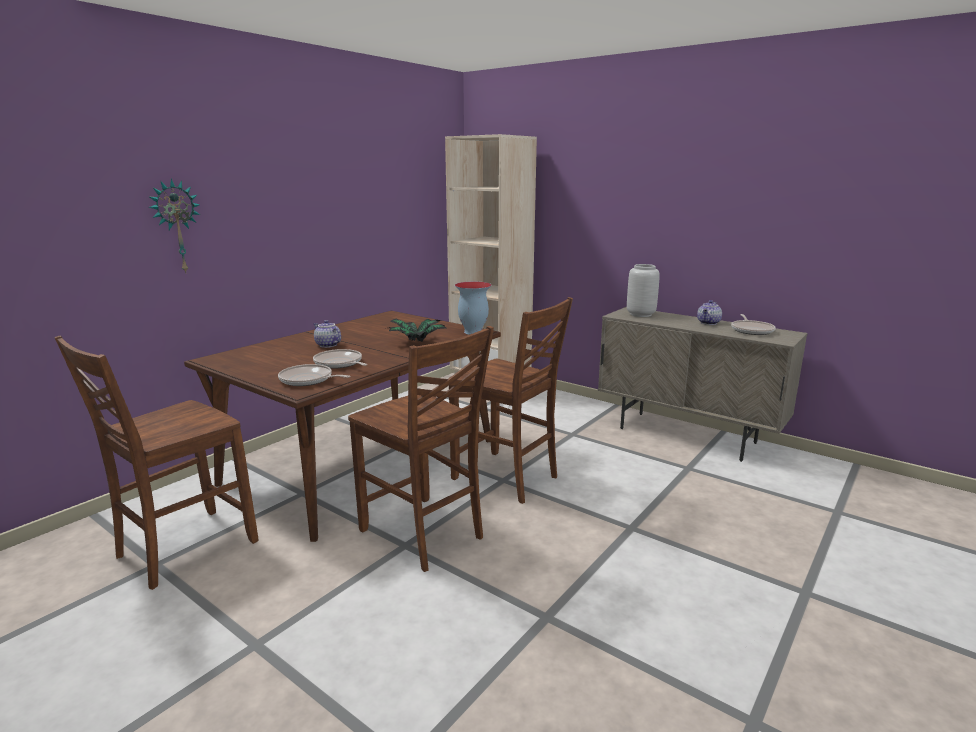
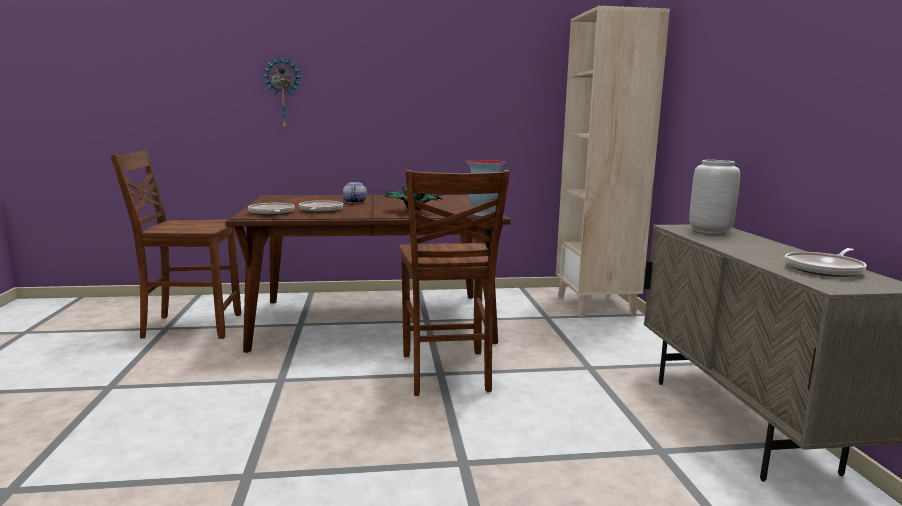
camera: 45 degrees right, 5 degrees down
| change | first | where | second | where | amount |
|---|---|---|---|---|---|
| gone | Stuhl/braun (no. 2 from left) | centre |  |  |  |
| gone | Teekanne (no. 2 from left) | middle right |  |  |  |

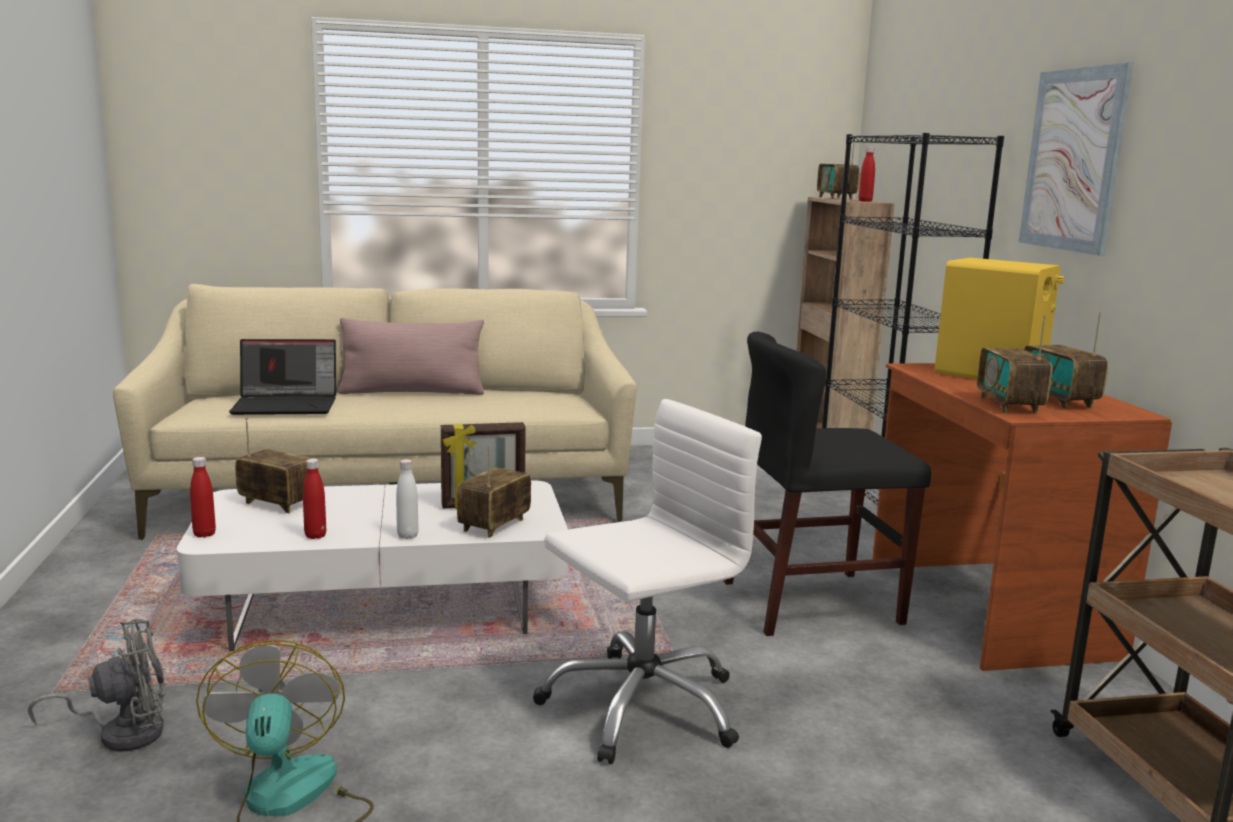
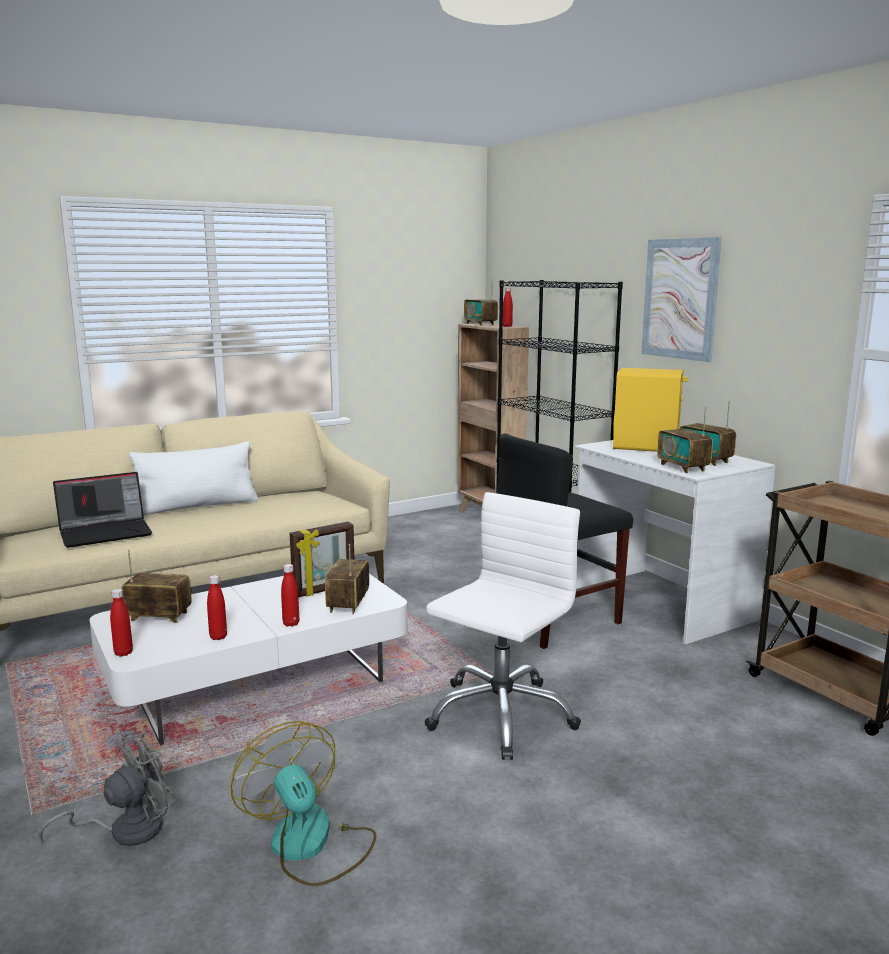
camera: 20 degrees left, 0 degrees up
| change | first | where | second | where | amount |
|---|---|---|---|---|---|
| repainted | Kissen/rosa | centre | Kissen/weiß | middle left |  |
| repainted | Flasche/weiß | middle left | Flasche/rot (no. 3 from left) | middle left |  |
| repainted | Schreibtisch/braun | middle right | Schreibtisch/weiß | middle right |  |

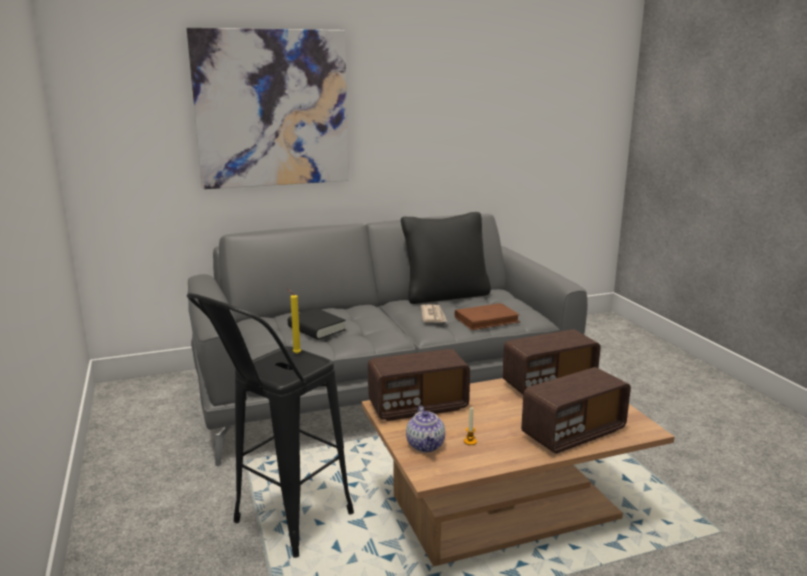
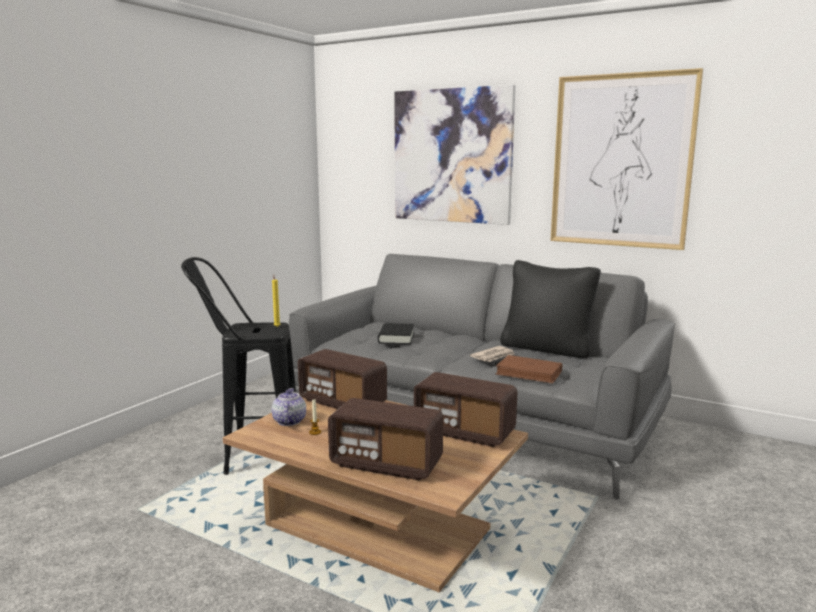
camera: 50 degrees right, 5 degrees down
| change | first | where | second | where | amount |
|---|---|---|---|---|---|
| rotated | Teekanne | bottom centre |  | centre | 135 degrees clockwise |
| new |  |  | Bild (no. 2 from left) | top right |  |

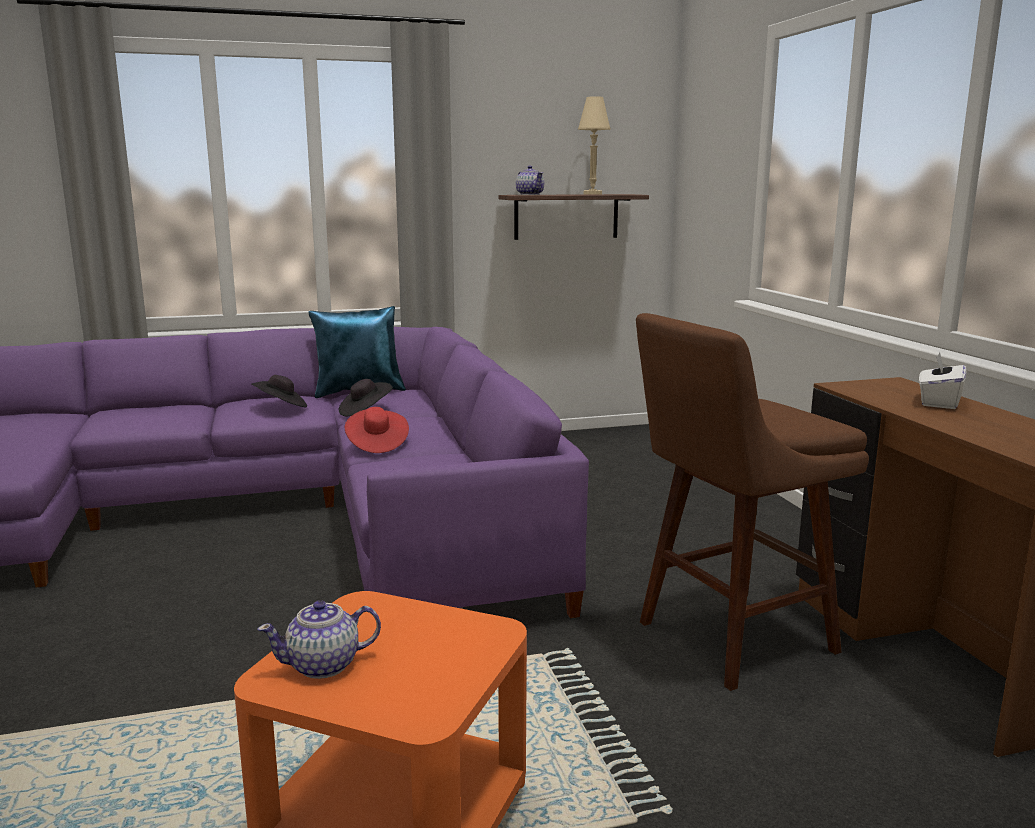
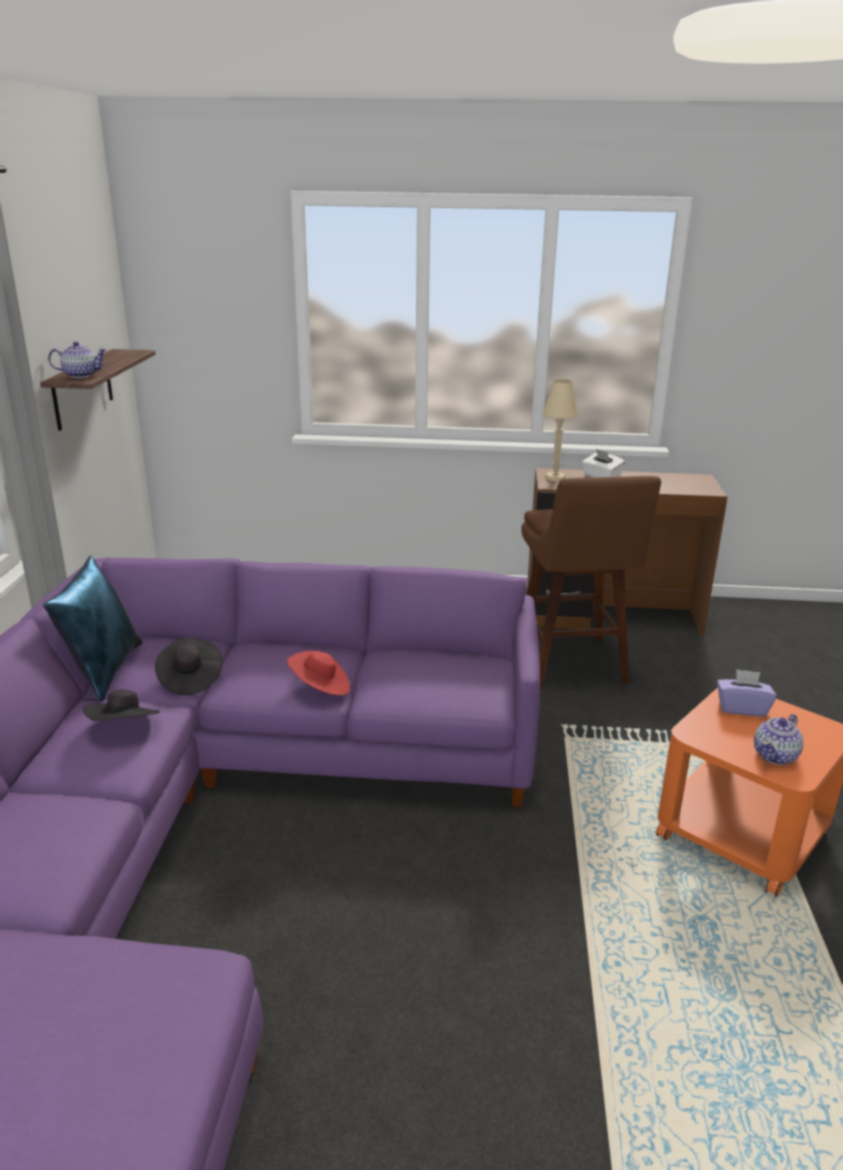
camera: 70 degrees left, 10 degrees up
| change | first | where | second | where | amount |
|---|---|---|---|---|---|
| rotated | Teekanne (no. 1 from left in the first image) | bottom left | Teekanne (no. 2 from left) | middle right | 45 degrees clockwise |
| shifted | Tischlampe/beige | top centre |  | centre |  |
| new |  |  | Taschentuchbox/lila | middle right |  |

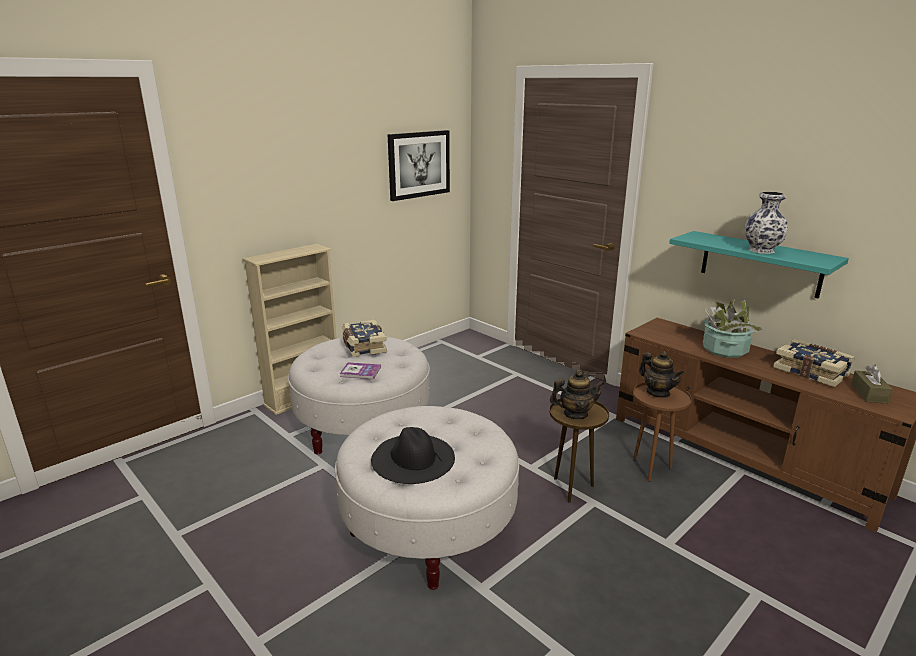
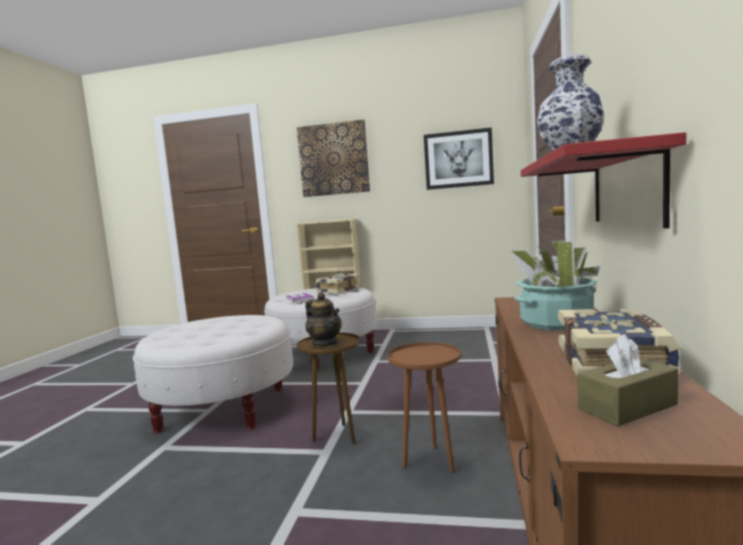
camera: 55 degrees right, 15 degrees down
| change | first | where | second | where | amount |
|---|---|---|---|---|---|
| gone | Hut/schwarz | bottom centre |  |  |  |
| gone | Teekanne (no. 2 from left) | middle right |  |  |  |
| repainted | Wandregal/türkis | middle right | Wandregal/rot | top right |  |
| new |  |  | Bild (no. 1 from left) | top centre |  |

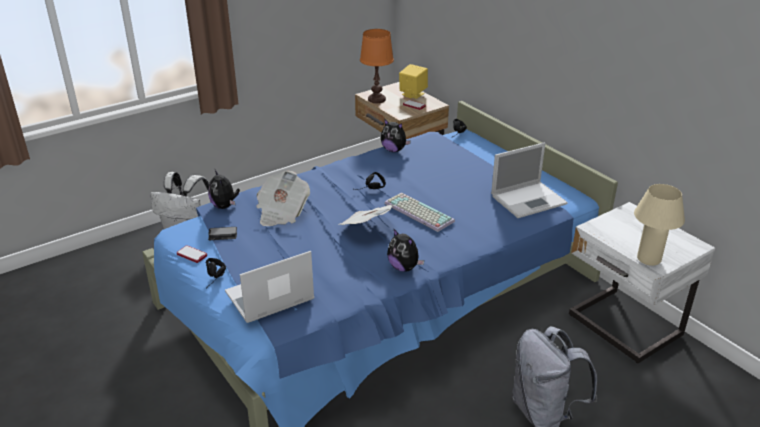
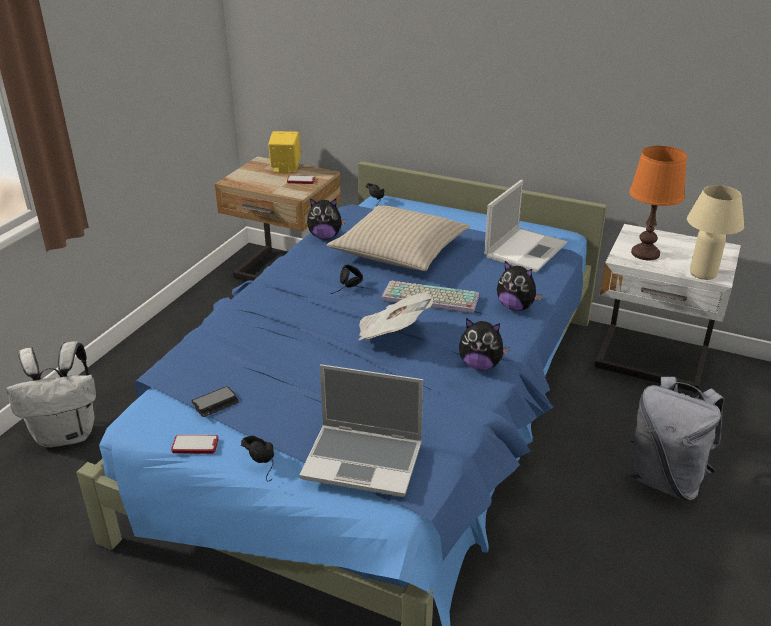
camera: 30 degrees left, 0 degrees up
| change | first | where | second | where | amount |
|---|---|---|---|---|---|
| shifted | Plüschtier (no. 1 from left in the first image) | middle left | Plüschtier (no. 3 from left) | middle right |  |
| rotated | Laptop (no. 1 from left) | bottom centre |  | bottom centre | 105 degrees counterclockwise |
| gone | Zeitung (no. 1 from left) | centre |  |  |  |
| shifted | Tischlampe/orange | top centre |  | top right |  |
| new |  |  | Kissen/beige | centre |  |

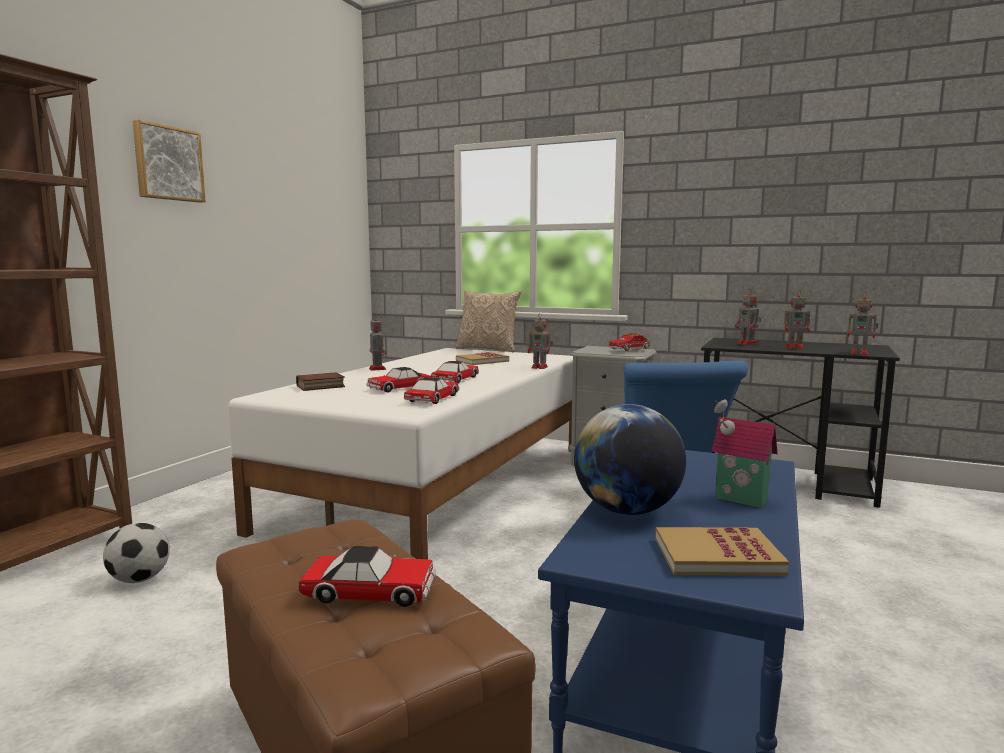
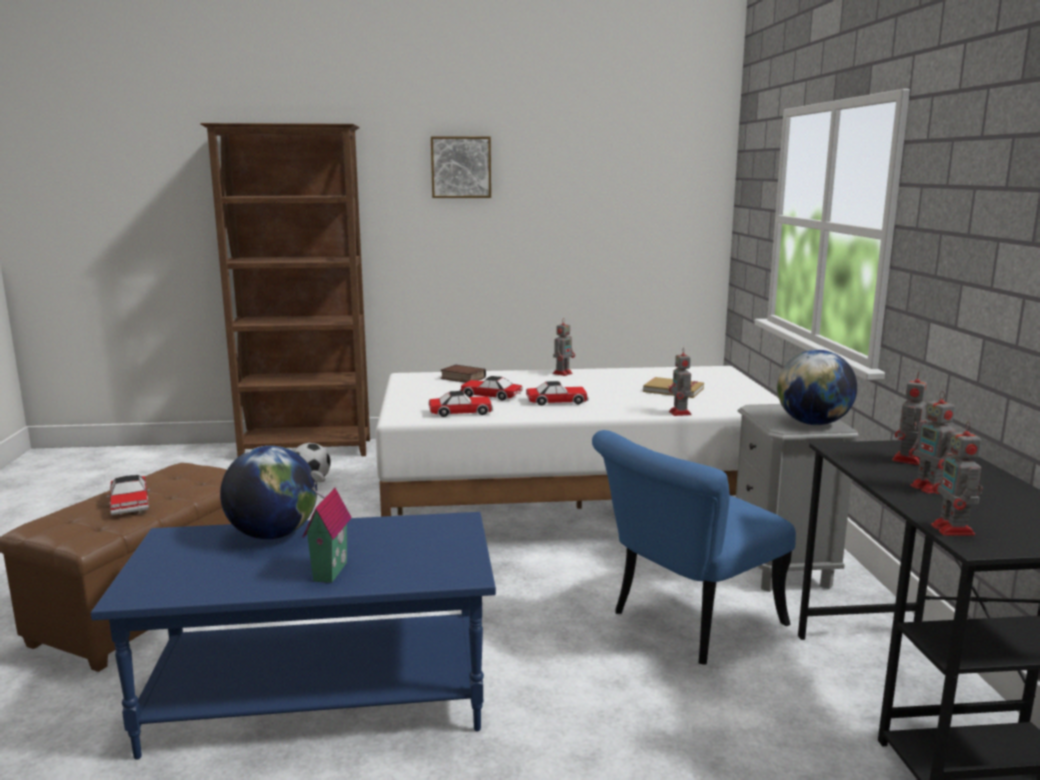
camera: 60 degrees right, 5 degrees up
| change | first | where | second | where | amount |
|---|---|---|---|---|---|
| gone | Kissen | centre |  |  |  |
| swapped | Spielzeuglaster | centre | Globus (no. 2 from left) | middle right |  |
| gone | Buch (no. 3 from left) | bottom right |  |  |  |

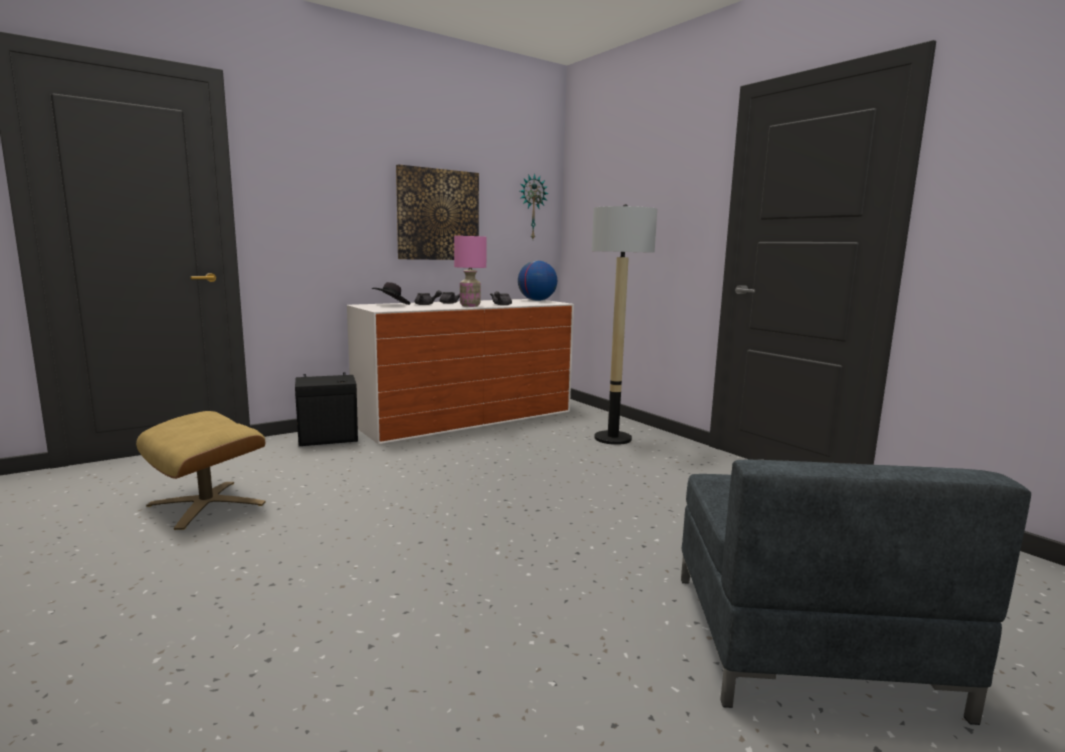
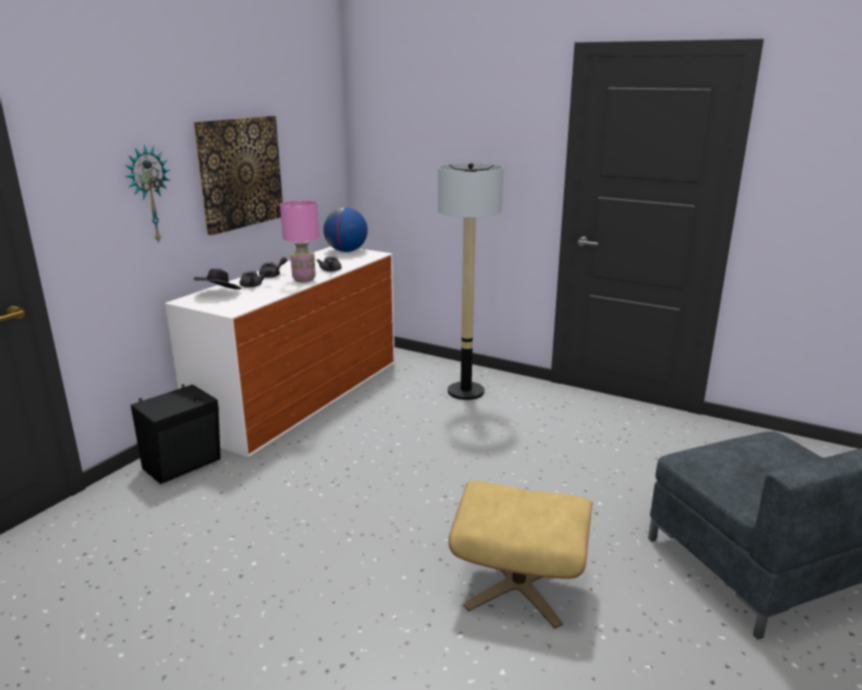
camera: 25 degrees left, 10 degrees up
| change | first | where | second | where | amount |
|---|---|---|---|---|---|
| shifted | Polsterhocker/beige | middle left |  | bottom centre |  |
| shifted | Wanduhr | top centre |  | top left |  |

